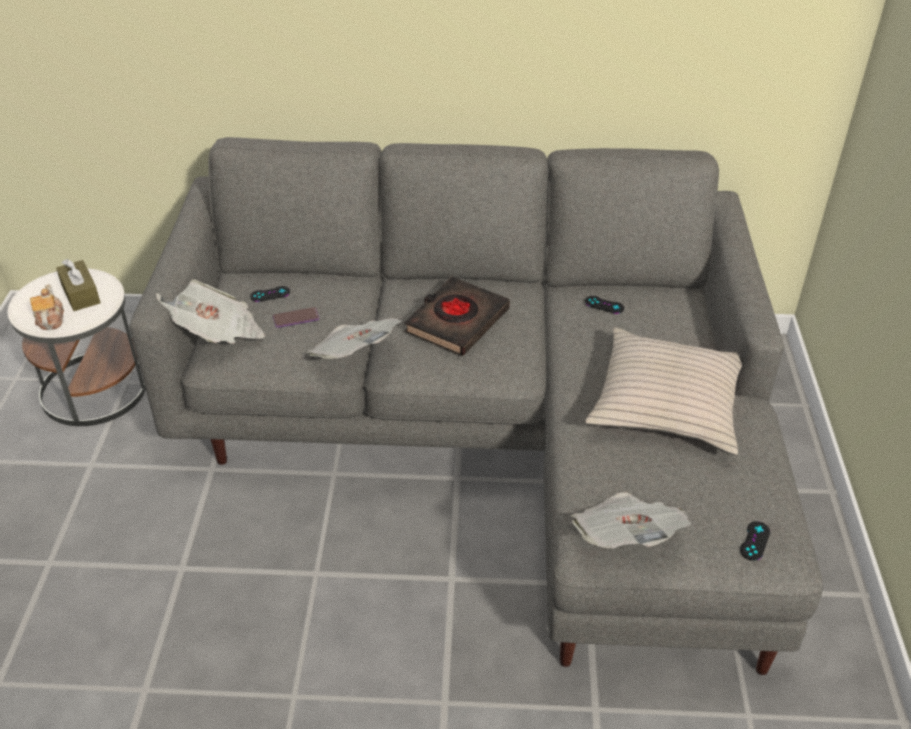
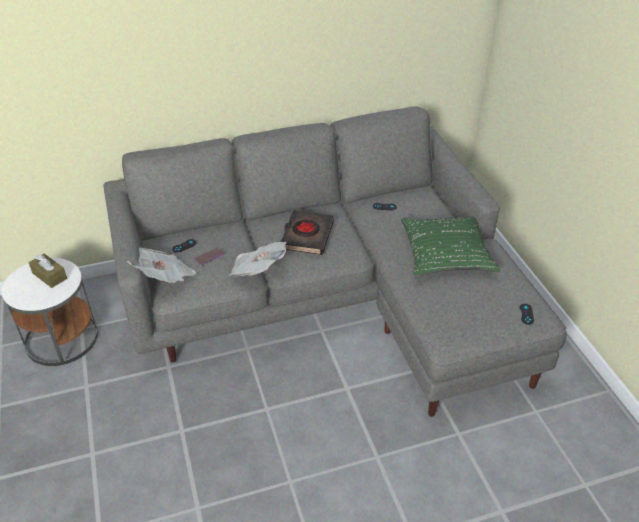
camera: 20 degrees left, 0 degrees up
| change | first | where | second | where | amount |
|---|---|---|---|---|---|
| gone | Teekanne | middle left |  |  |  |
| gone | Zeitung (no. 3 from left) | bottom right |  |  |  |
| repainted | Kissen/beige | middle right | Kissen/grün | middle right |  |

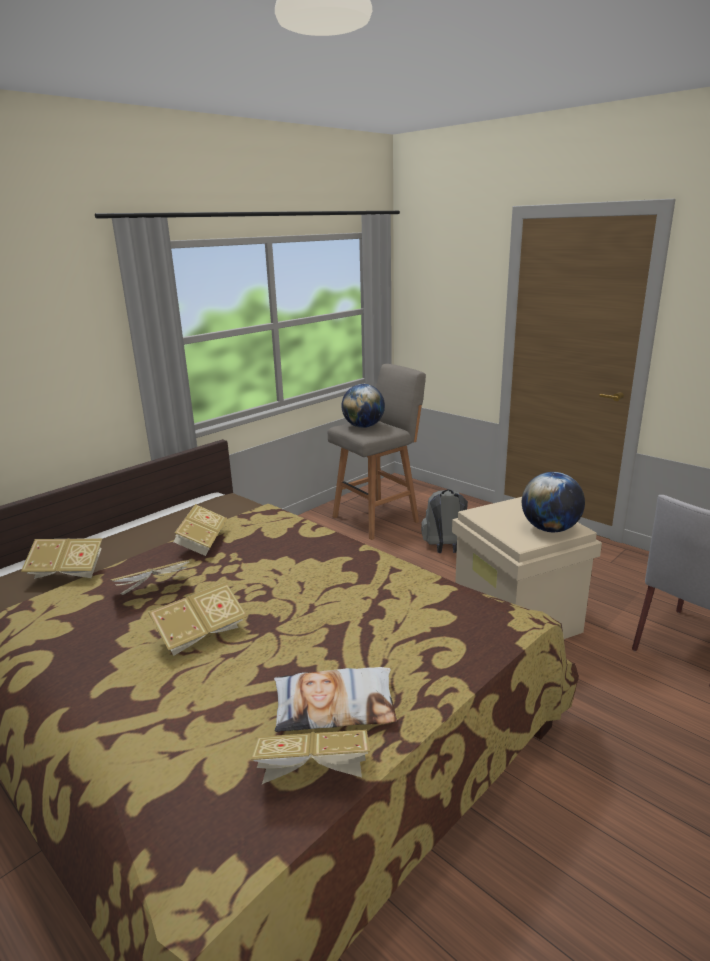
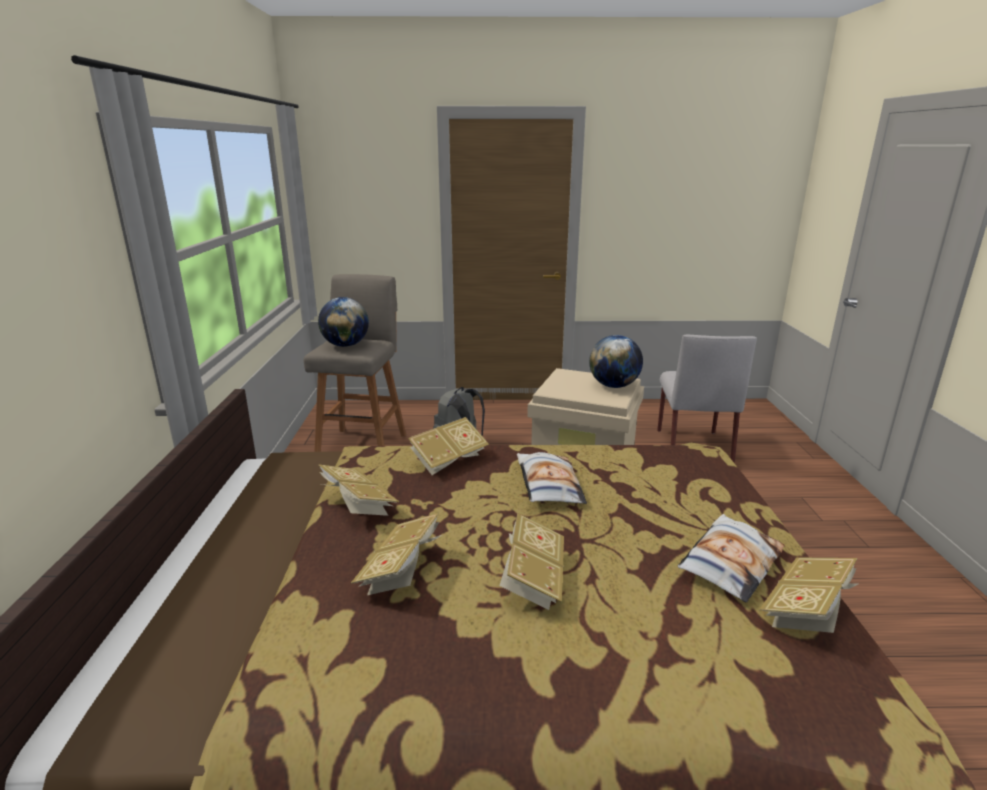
camera: 45 degrees left, 0 degrees up
| change | first | where | second | where | amount |
|---|---|---|---|---|---|
| shifted | Buch (no. 1 from left in the first image) | middle left | Buch (no. 3 from left) | centre |  |
| new |  |  | Kissen (no. 1 from left) | centre |  |

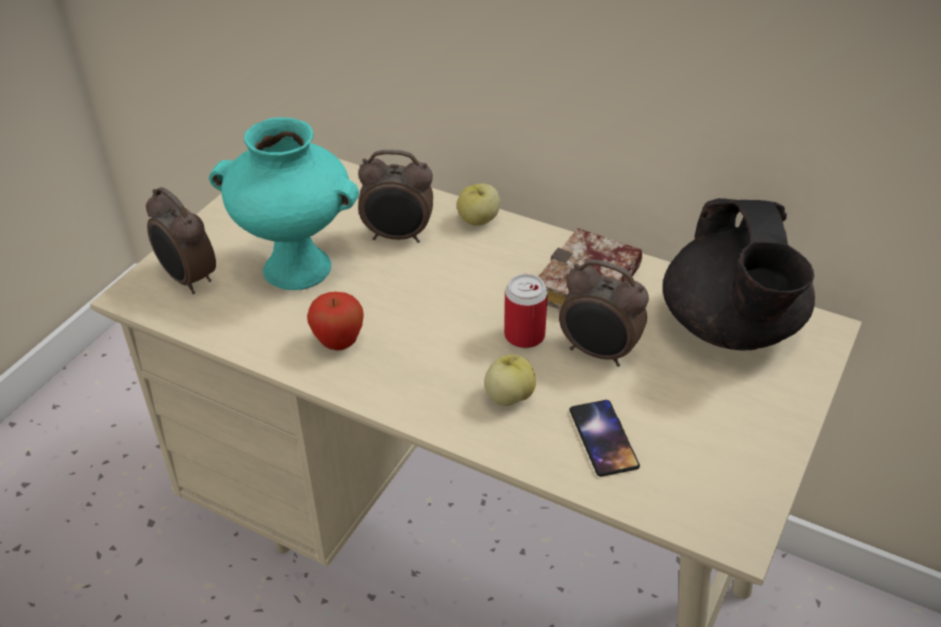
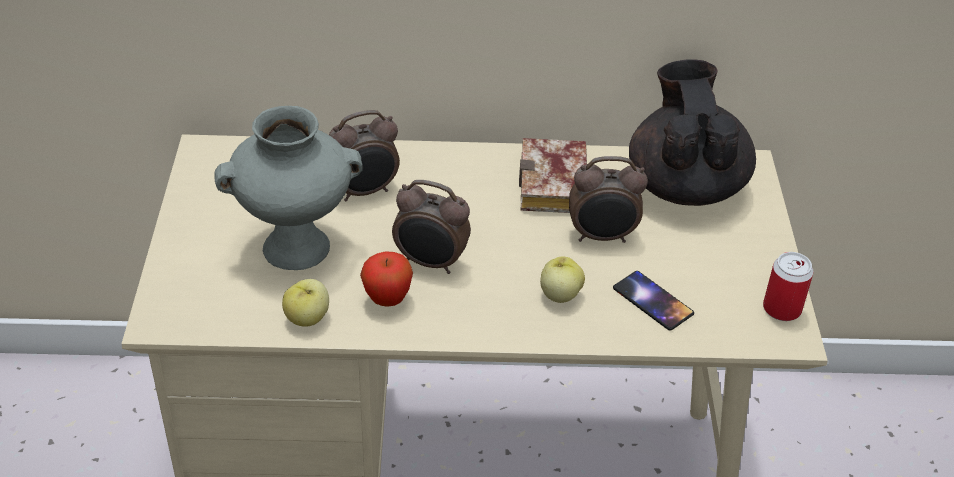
camera: 30 degrees left, 0 degrees up
| change | first | where | second | where | amount |
|---|---|---|---|---|---|
| shifted | Wecker (no. 1 from left in the first image) | middle left | Wecker (no. 2 from left) | centre |  |
| repainted | Vase/türkis | top left | Vase/grau | middle left |  |
| shifted | Apfel (no. 2 from left in the first image) | top centre | Apfel (no. 1 from left) | middle left |  |
| shifted | Dose | centre |  | middle right |  |
| rotated | Teekanne/schwarz | middle right |  | top right | 150 degrees counterclockwise |

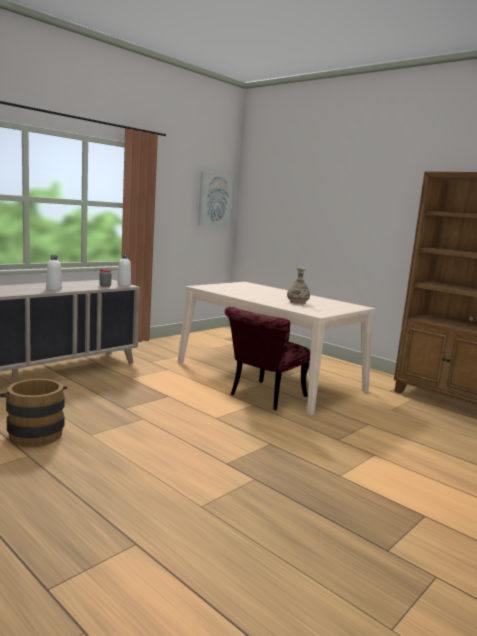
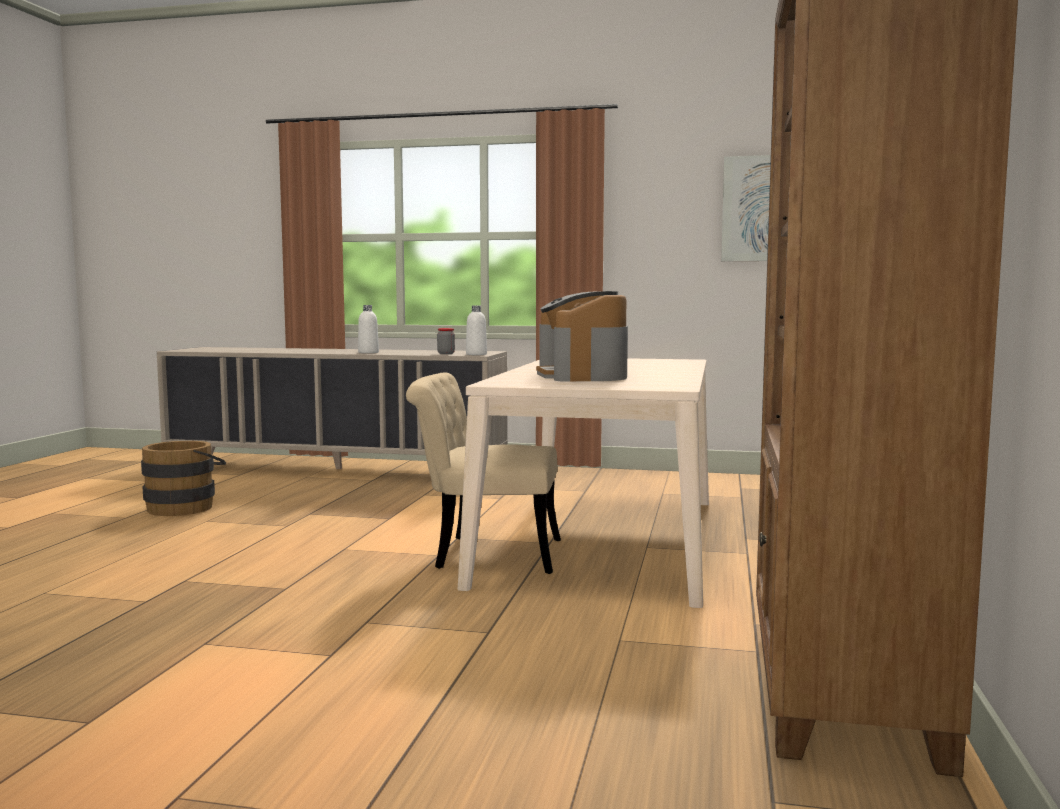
camera: 60 degrees right, 5 degrees down
| change | first | where | second | where | amount |
|---|---|---|---|---|---|
| repainted | Stuhl/rot | centre | Stuhl/beige | centre |  |
| swapped | Vase | centre | Kaffeemaschine | centre |  |

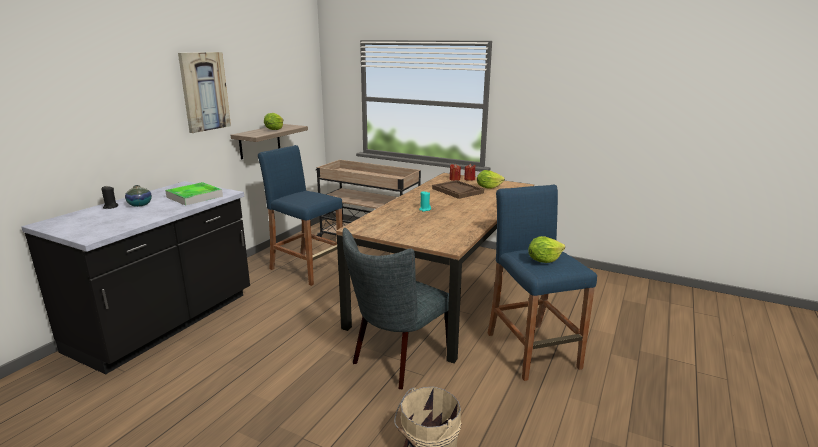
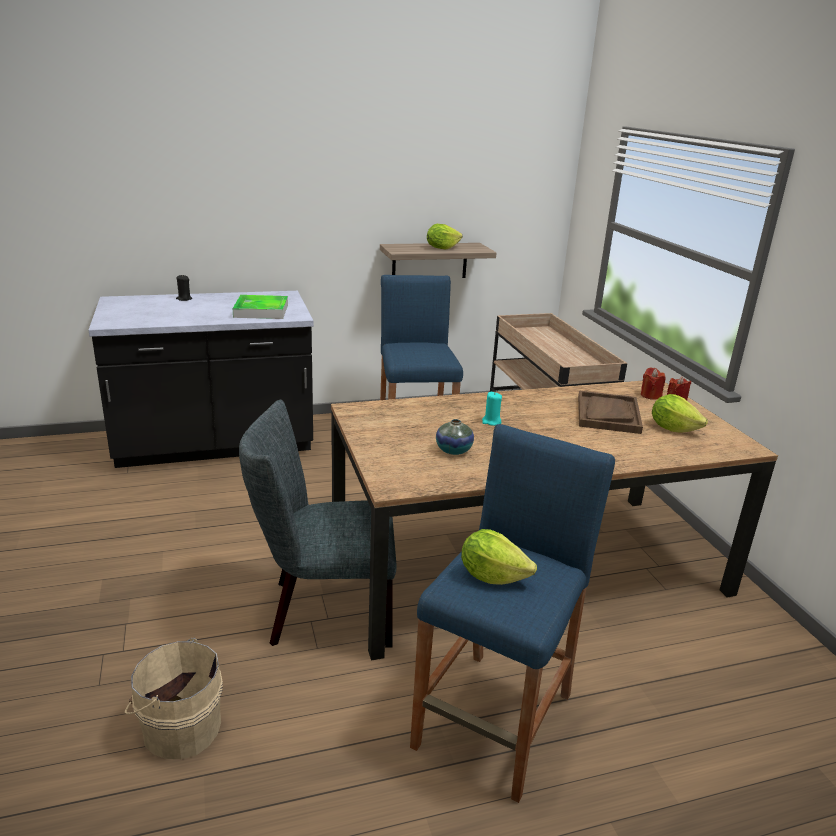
camera: 45 degrees right, 5 degrees up
| change | first | where | second | where | amount |
|---|---|---|---|---|---|
| shifted | Vase | middle left |  | centre |  |
| gone | Bild | top left |  |  |  |

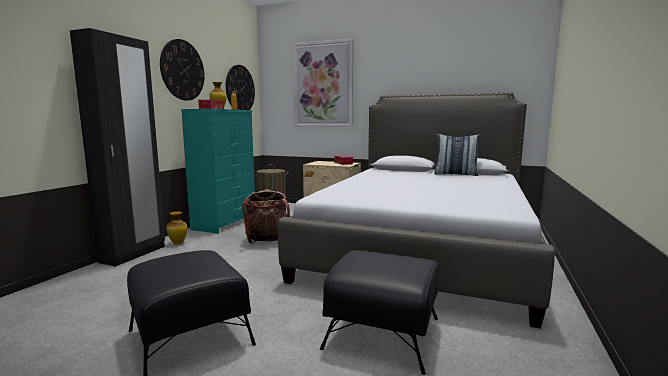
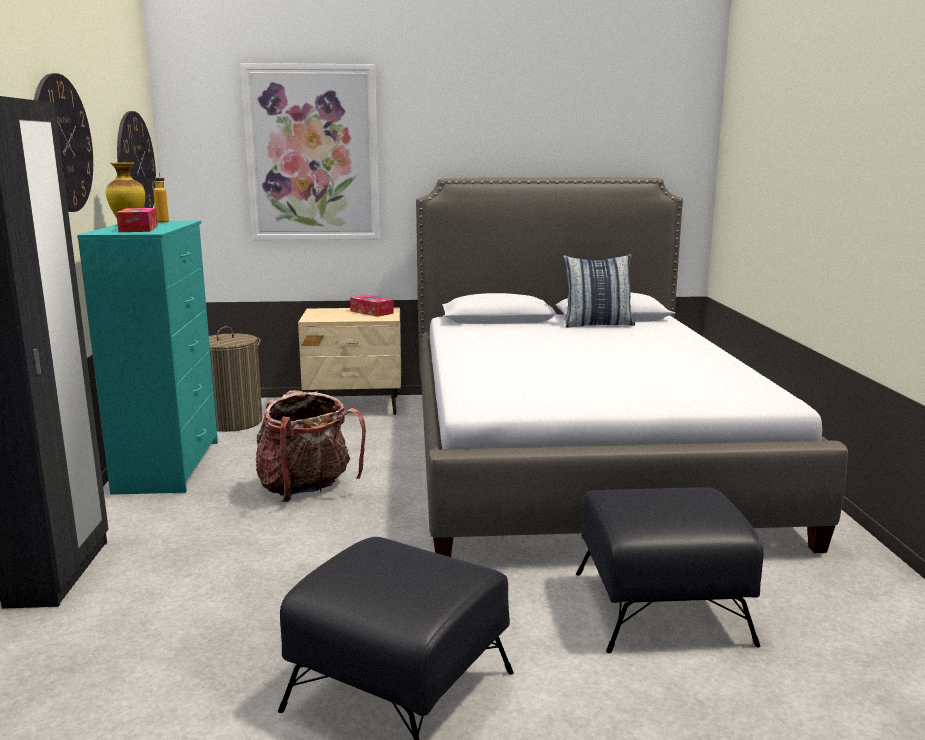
camera: 25 degrees left, 5 degrees up
| change | first | where | second | where | amount |
|---|---|---|---|---|---|
| gone | Vase (no. 1 from left) | middle left |  |  |  |

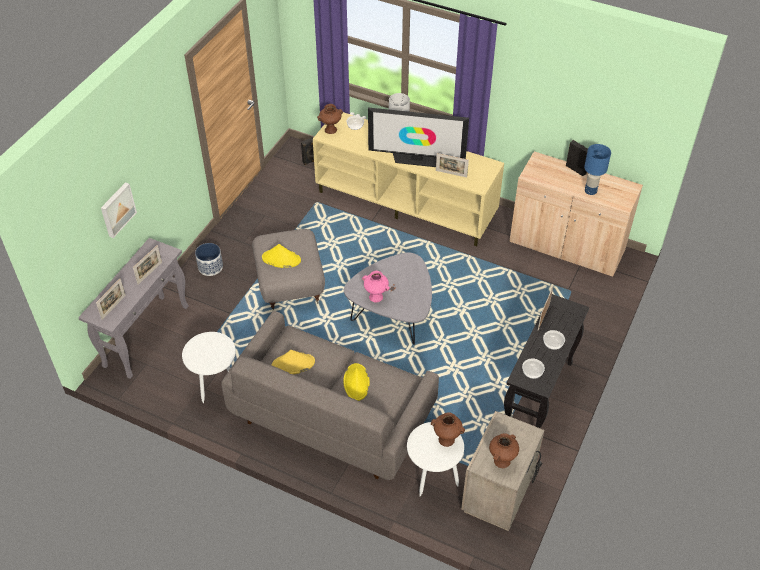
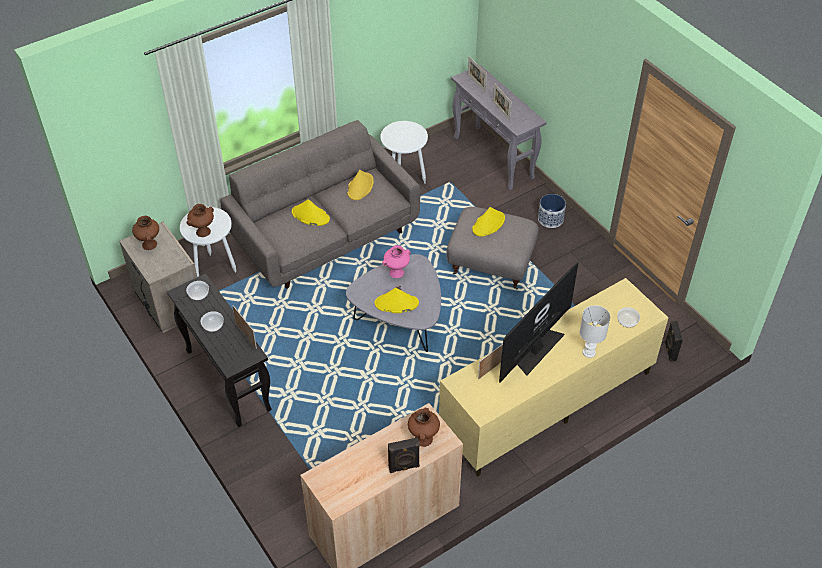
camera: 120 degrees right, 0 degrees up
| change | first | where | second | where | amount |
|---|---|---|---|---|---|
| gone | Bild | middle left |  |  |  |
| shifted | Vase/braun (no. 1 from left in the first image) | top centre | Vase/braun (no. 3 from left) | bottom centre |  |
| gone | Tischlampe/blau | top right |  |  |  |
| new |  |  | Hut/gelb (no. 3 from left) | centre |  |

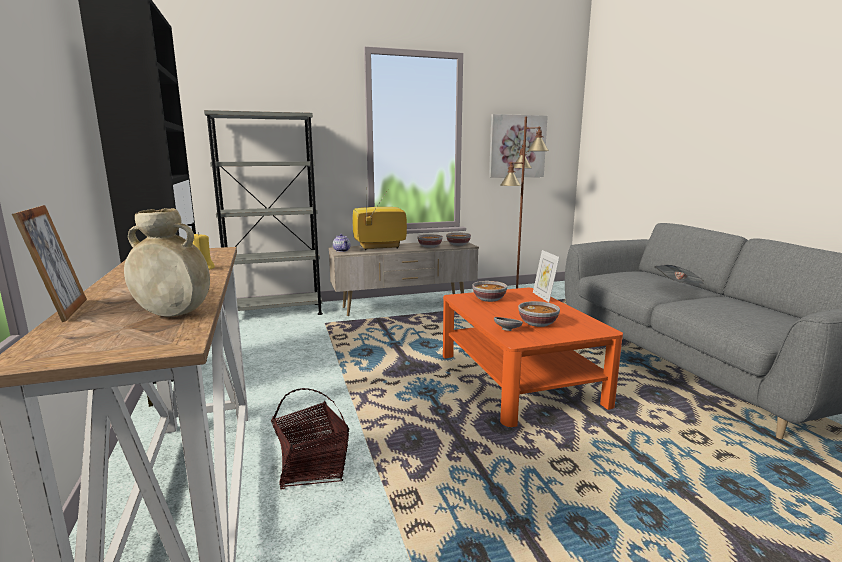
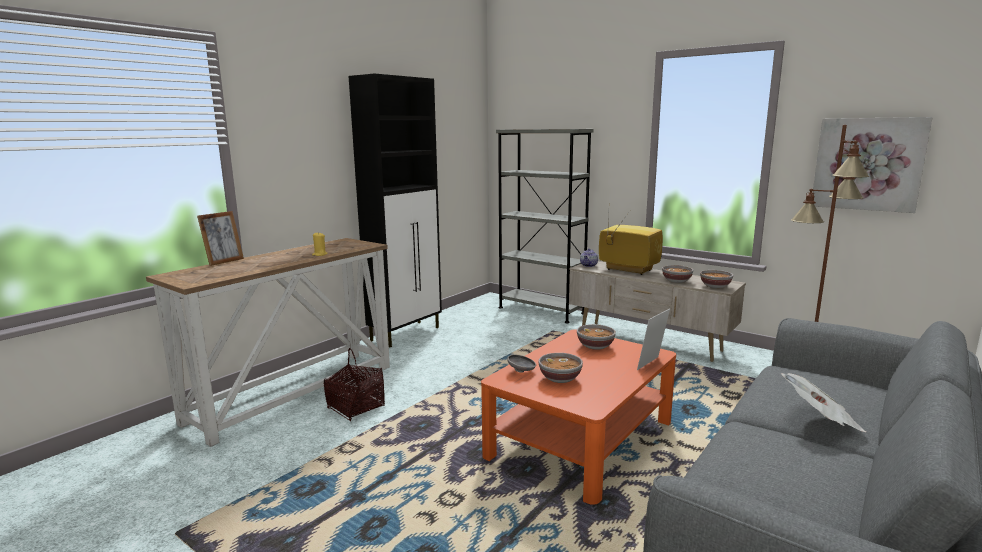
camera: 55 degrees right, 0 degrees up
| change | first | where | second | where | amount |
|---|---|---|---|---|---|
| gone | Vase/beige | middle left |  |  |  |

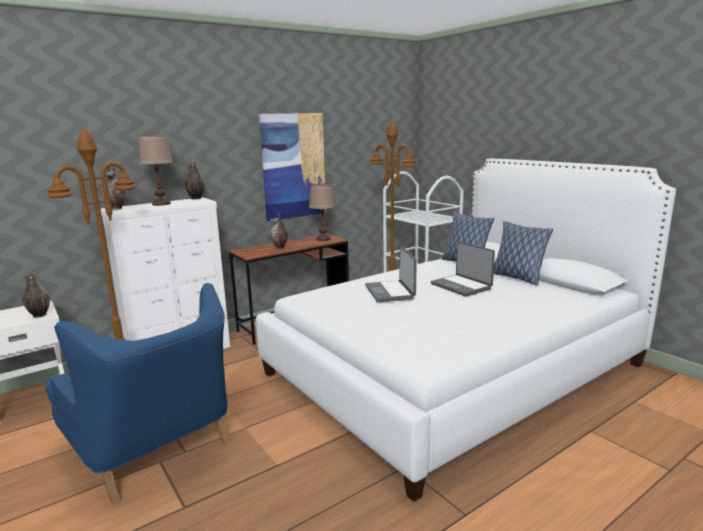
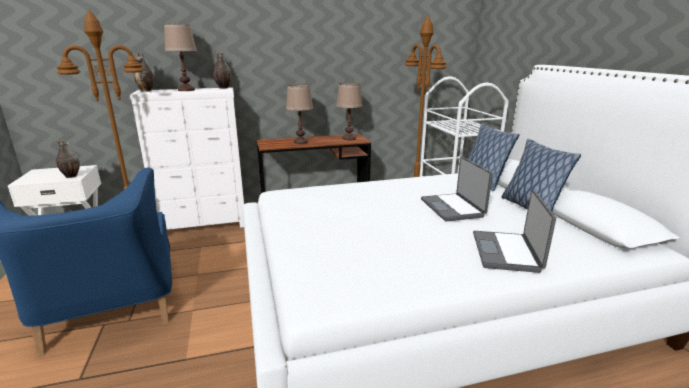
camera: 20 degrees right, 5 degrees up
| change | first | where | second | where | amount |
|---|---|---|---|---|---|
| gone | Bild | top centre |  |  |  |
| swapped | Vase (no. 4 from left) | centre | Tischlampe/braun (no. 2 from left) | top centre |  |
| shifted | Laptop (no. 1 from left in the first image) | centre | Laptop (no. 2 from left) | middle right |  |

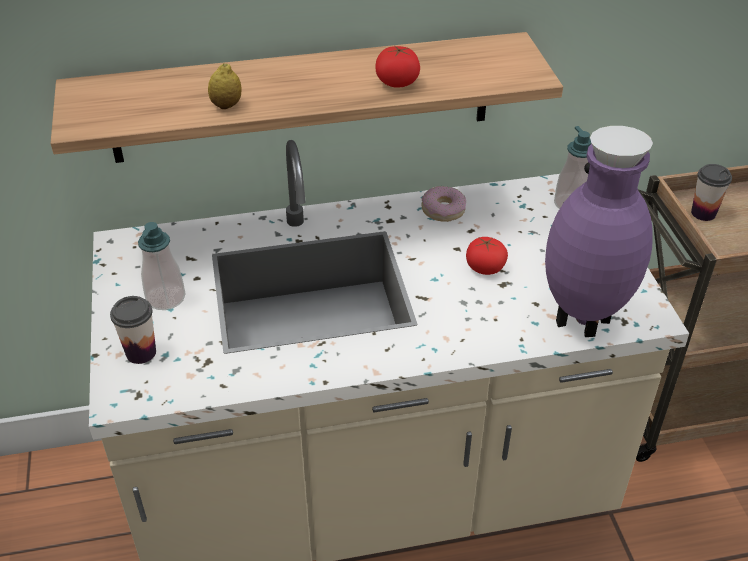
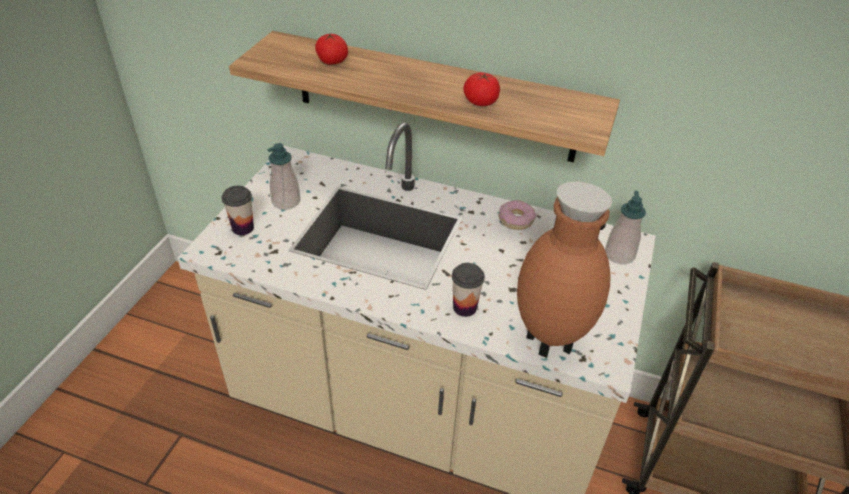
camera: 30 degrees right, 0 degrees up
| change | first | where | second | where | amount |
|---|---|---|---|---|---|
| gone | Zitrone | top left |  |  |  |
| shifted | Tomate (no. 2 from left in the first image) | centre | Tomate (no. 1 from left) | top centre |  |
| repainted | Vase/lila | middle right | Vase/braun | centre |  |
| shifted | Tasse (no. 2 from left) | middle right |  | centre |  |

